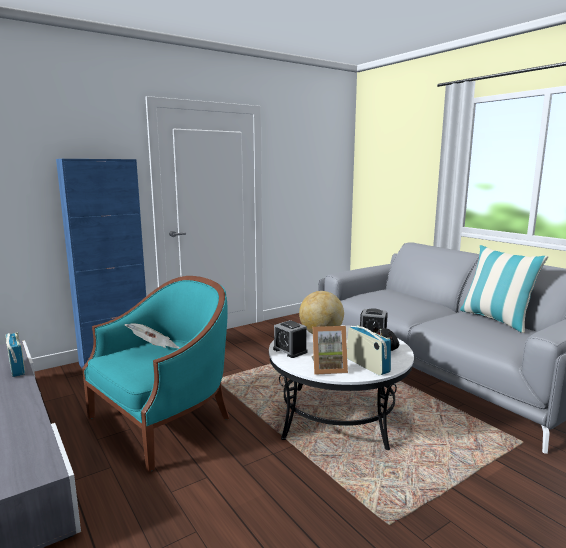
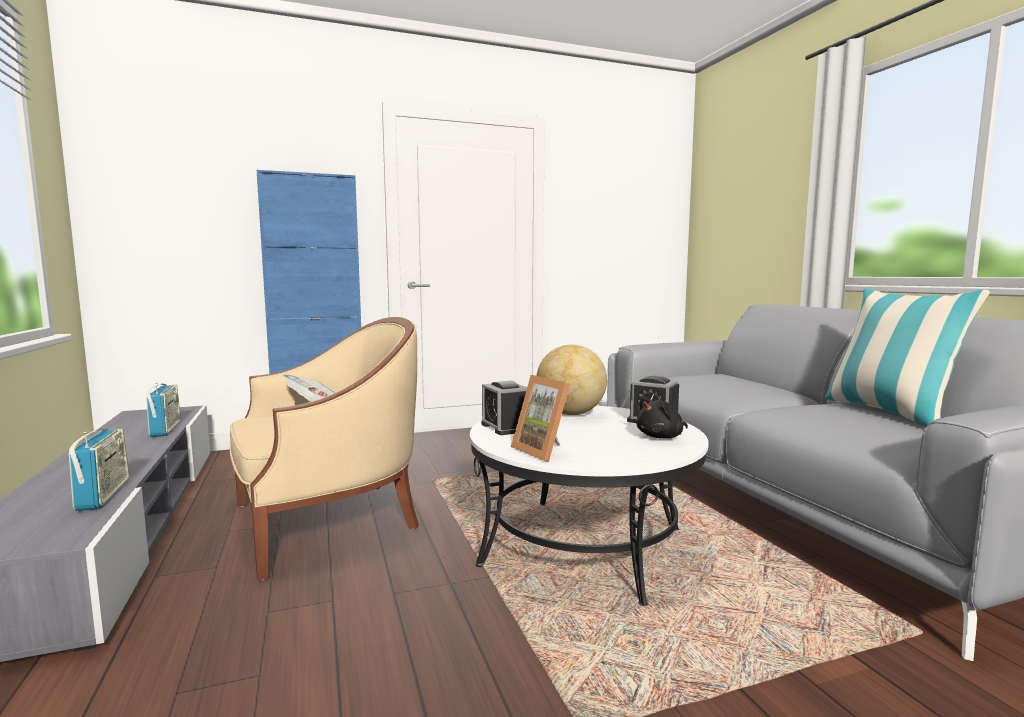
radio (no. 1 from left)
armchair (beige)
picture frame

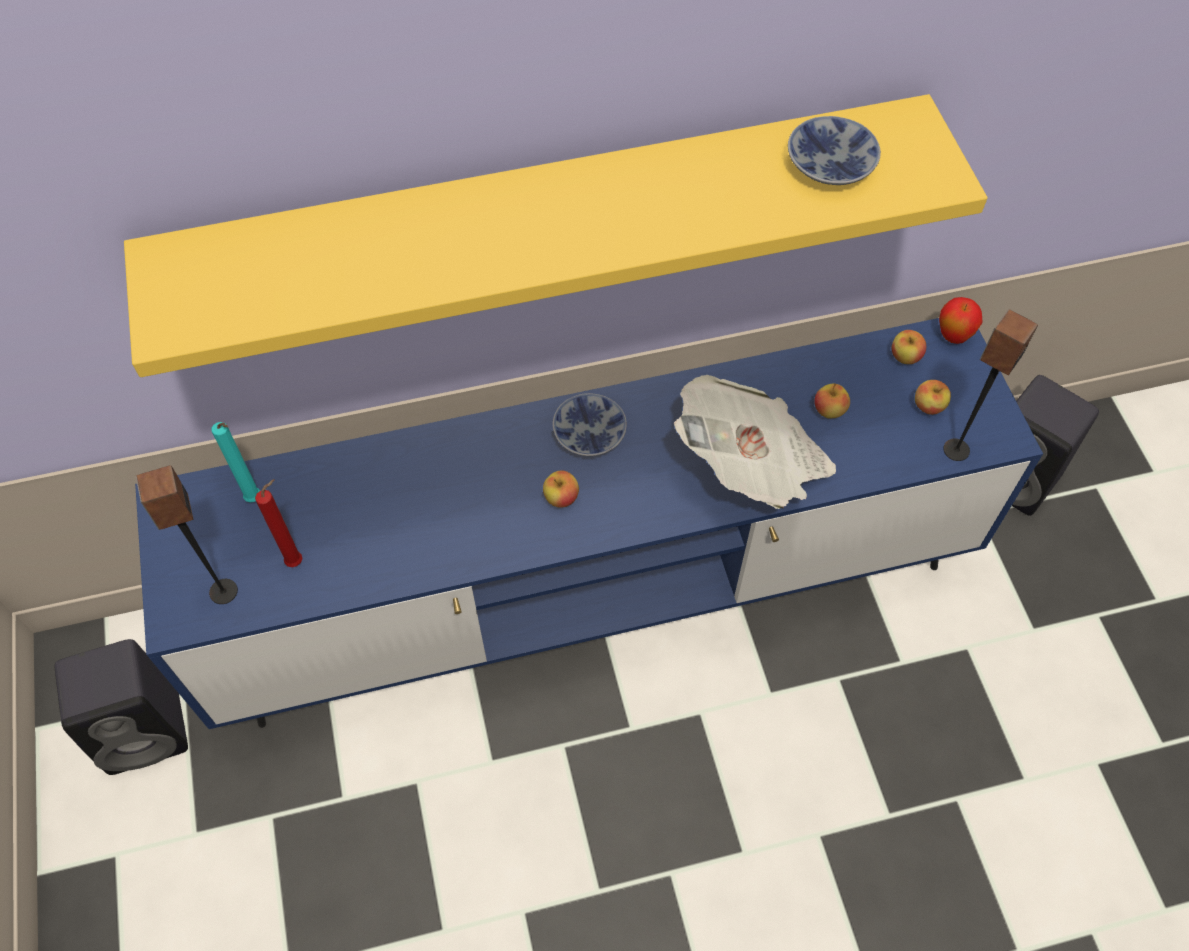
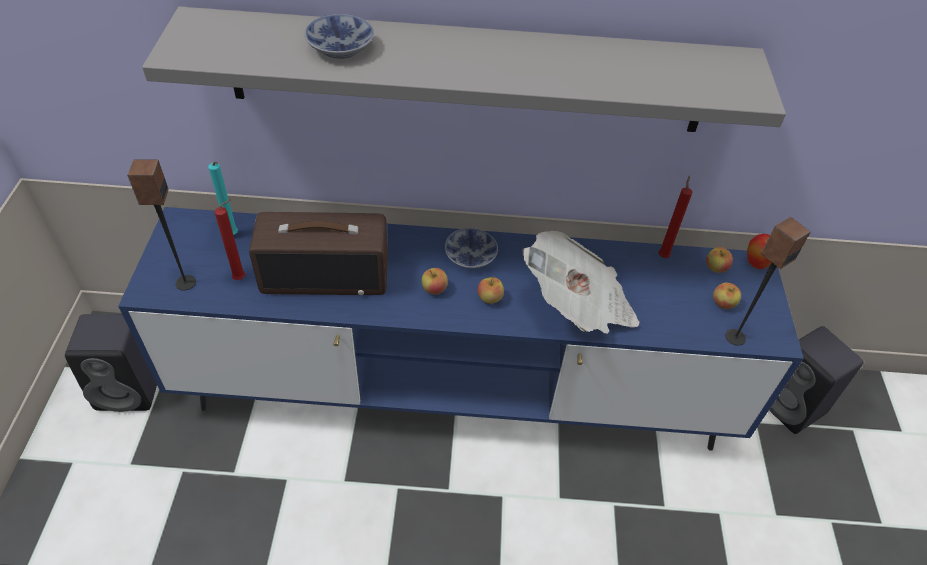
shelf (grey)
radio
bowl (no. 1 from left)
apple (no. 2 from left)
candle (red) (no. 2 from left)

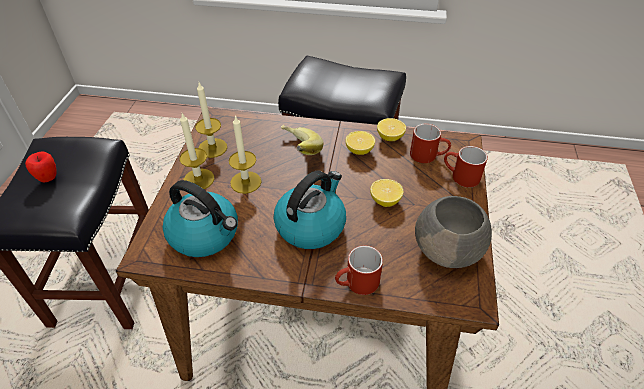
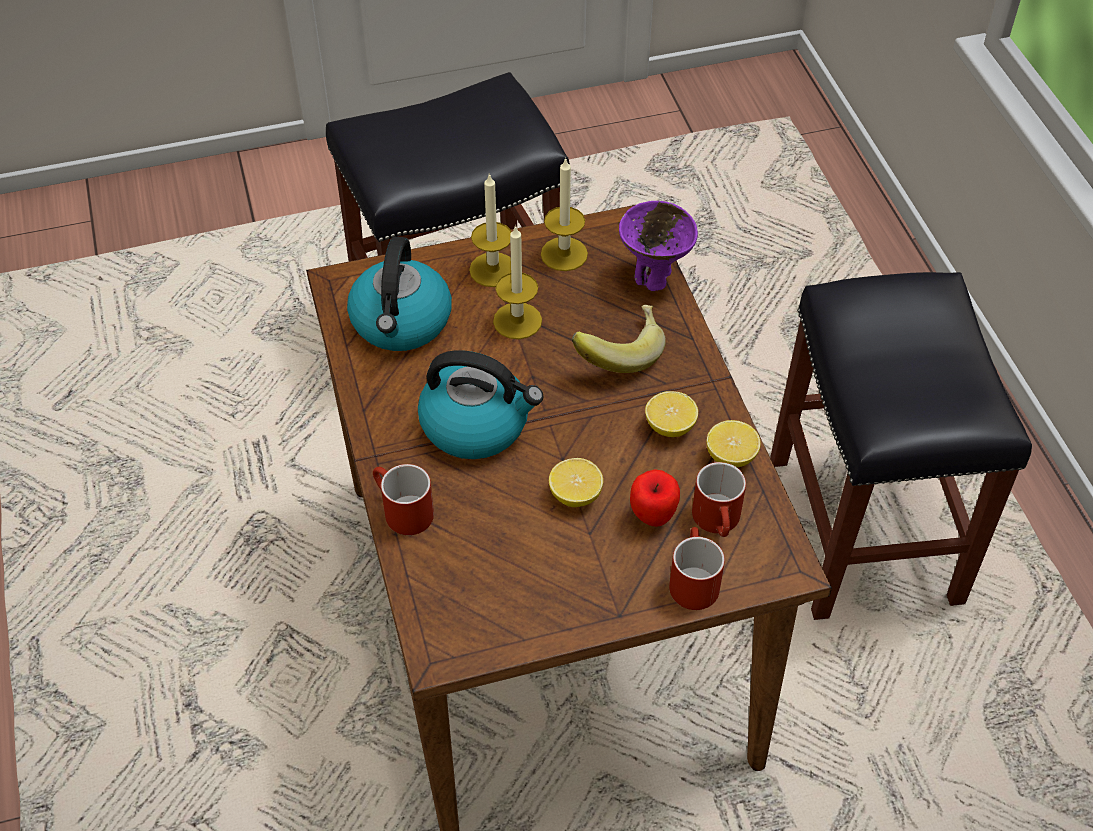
bowl (purple)
apple
bowl (grey)

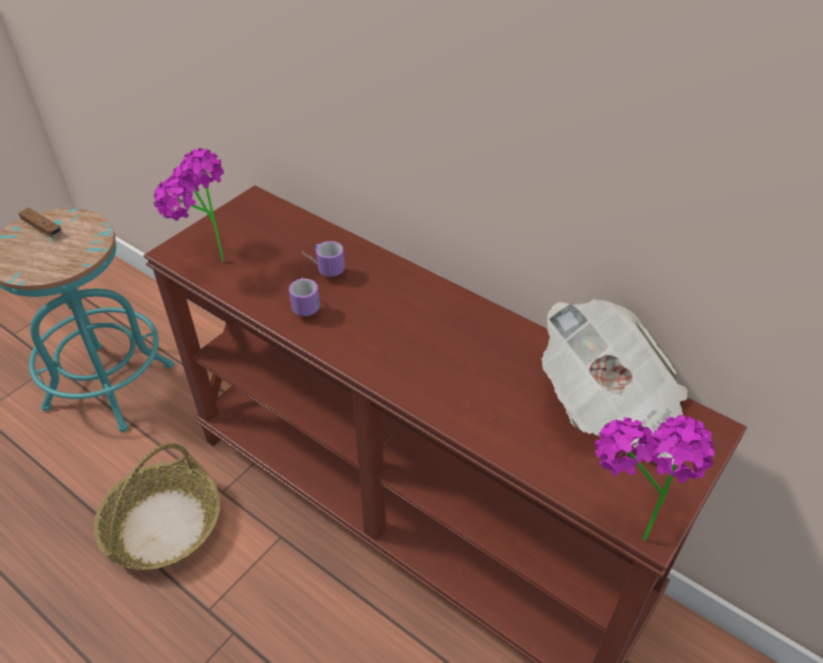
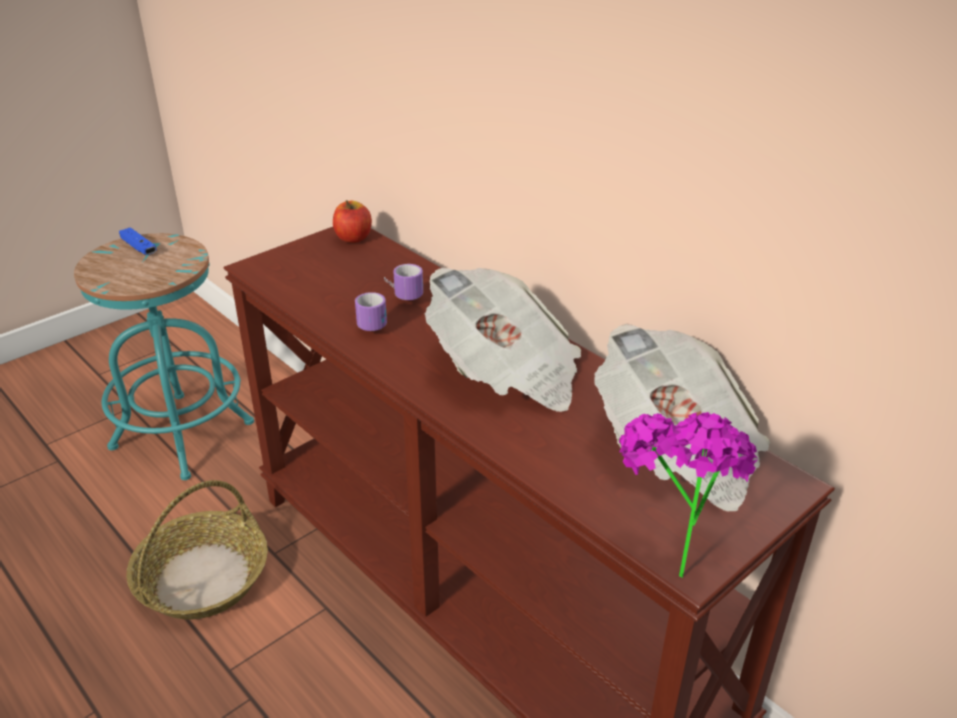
game controller (blue)
apple
newspaper (no. 1 from left)
potted plant (no. 1 from left in the first image)

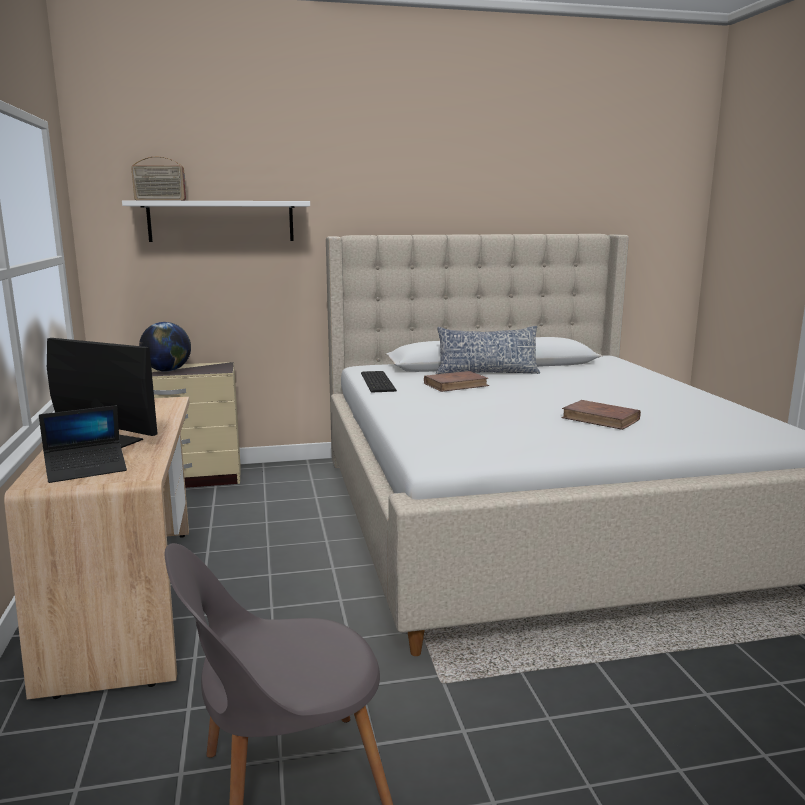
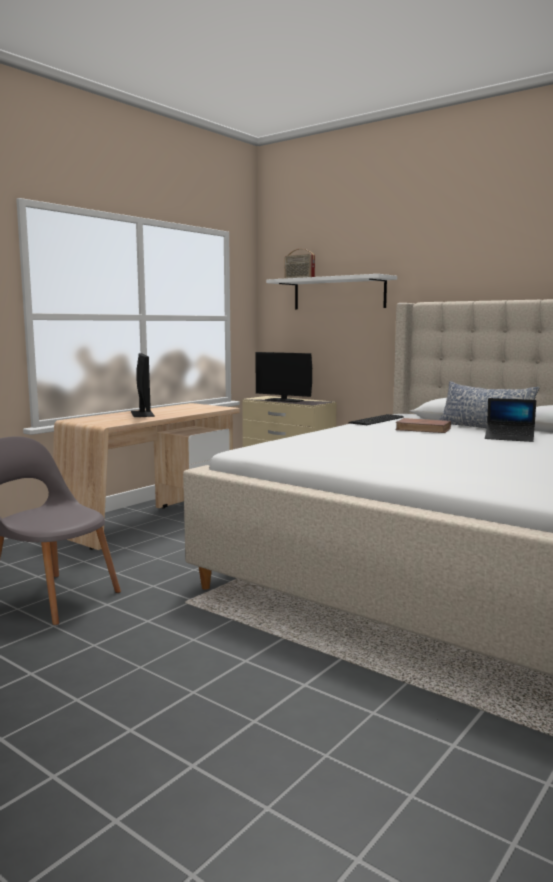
monitor (no. 2 from left)
laptop
book (brown) (no. 2 from left in the first image)

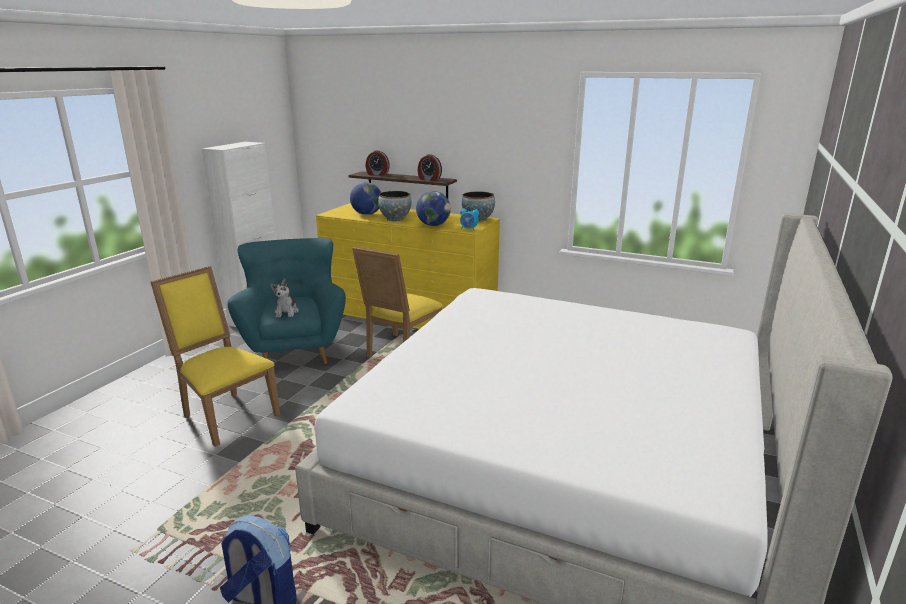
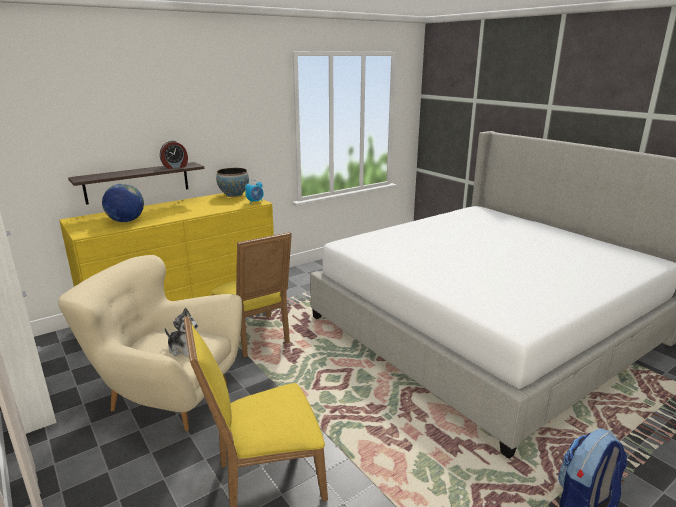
armchair (beige)
alarm clock (no. 1 from left in the first image)
bowl (no. 1 from left in the first image)
globe (no. 2 from left in the first image)

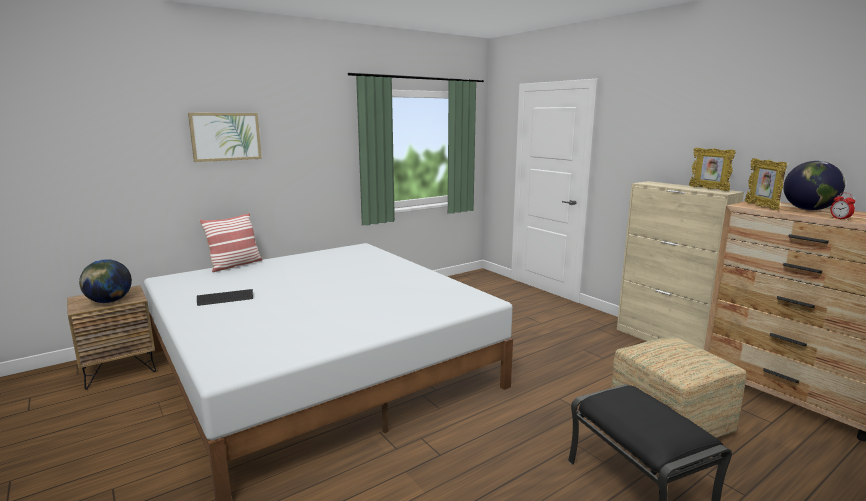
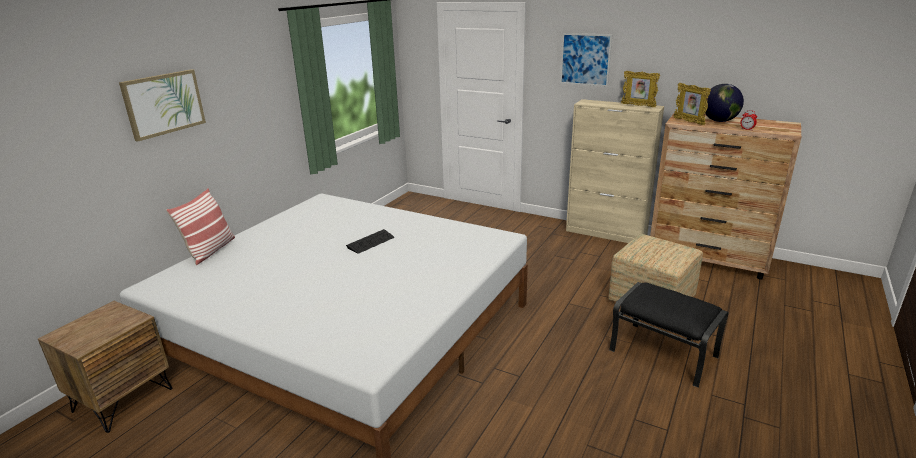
keyboard
picture (no. 2 from left)
globe (no. 1 from left in the first image)

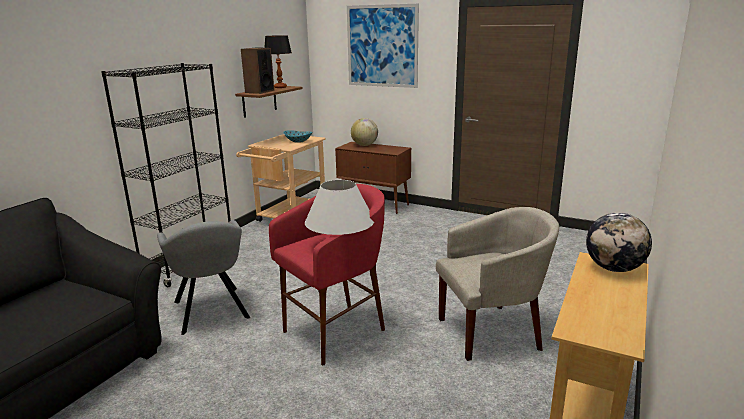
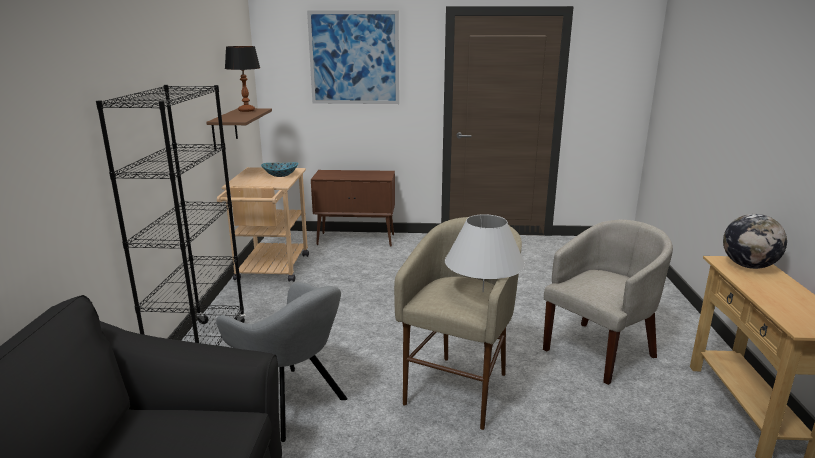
stool (beige)
speaker
globe (no. 1 from left in the first image)

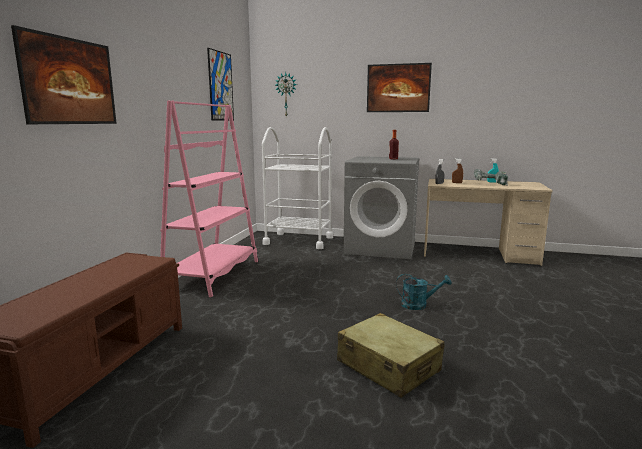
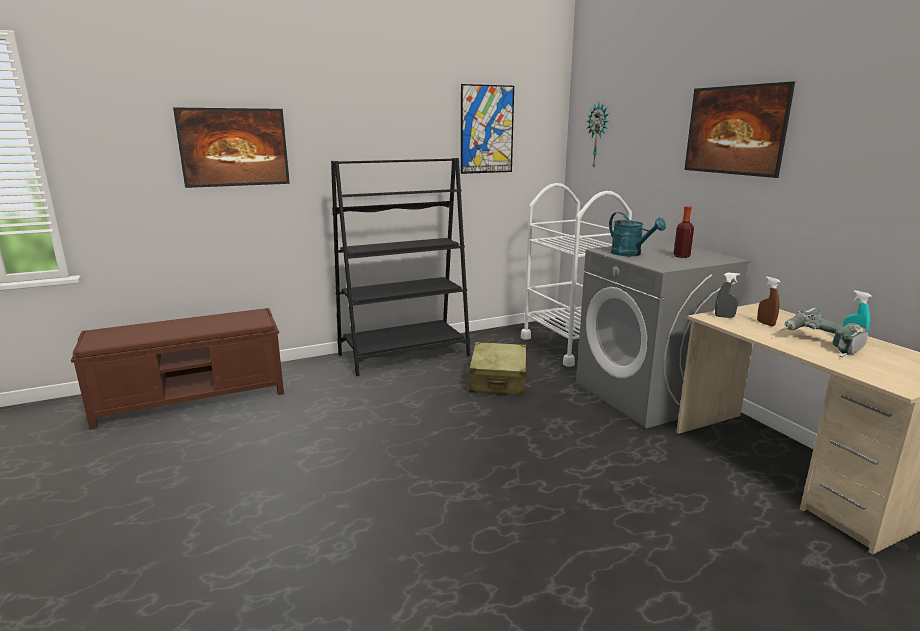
bookcase (black)
suitcase (beige)
watering can (turquoise)

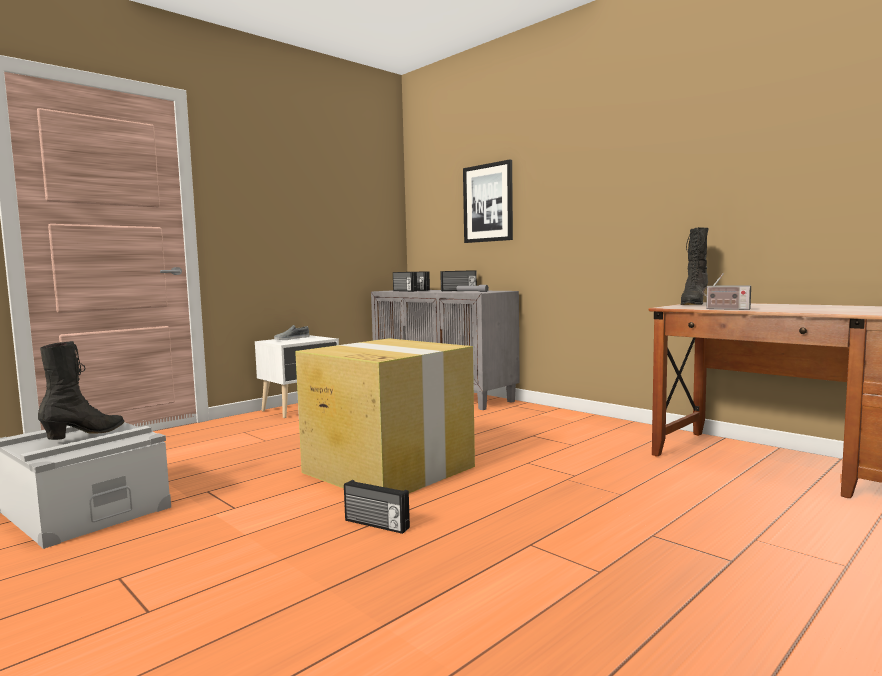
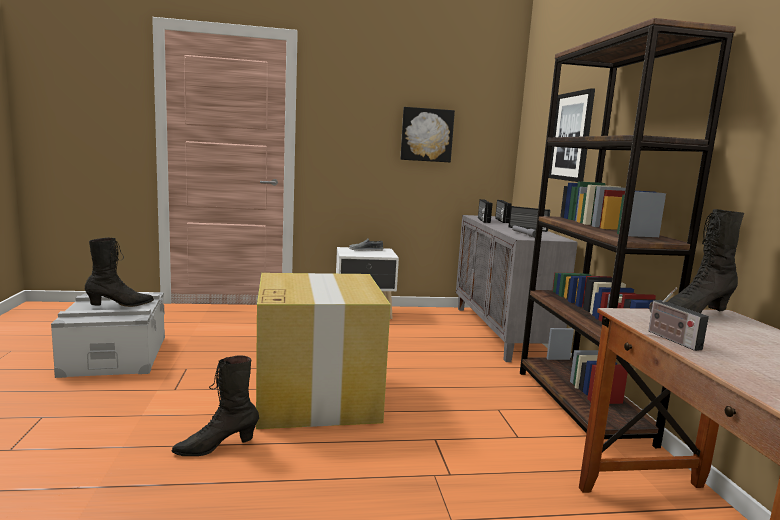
boot (black) (no. 2 from left)
picture (no. 1 from left)
bookcase (brown)

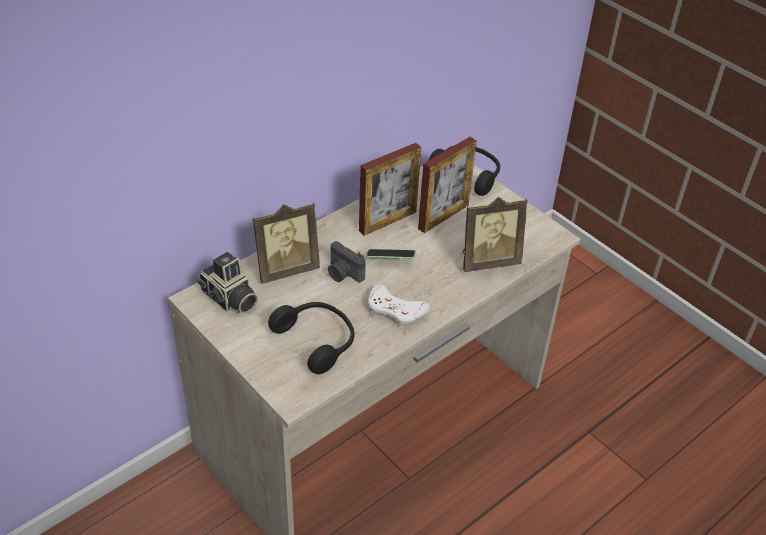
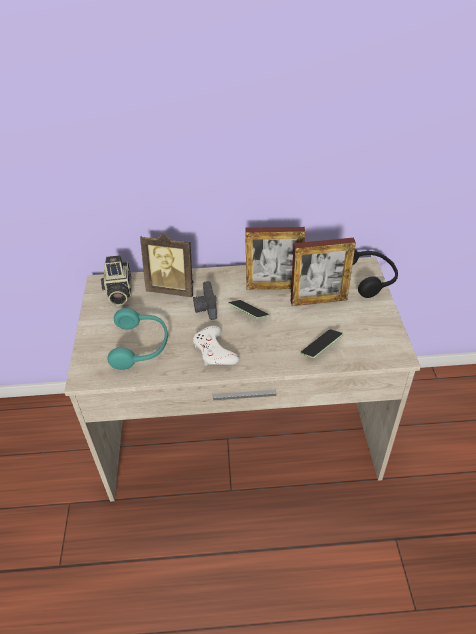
headphones (turquoise)
phone (no. 2 from left)

